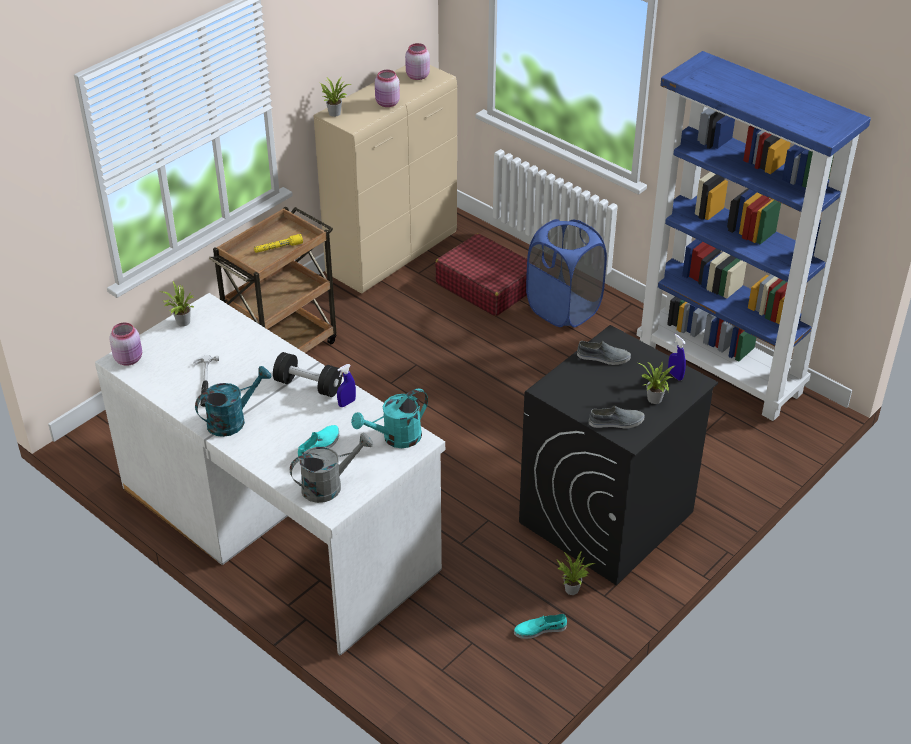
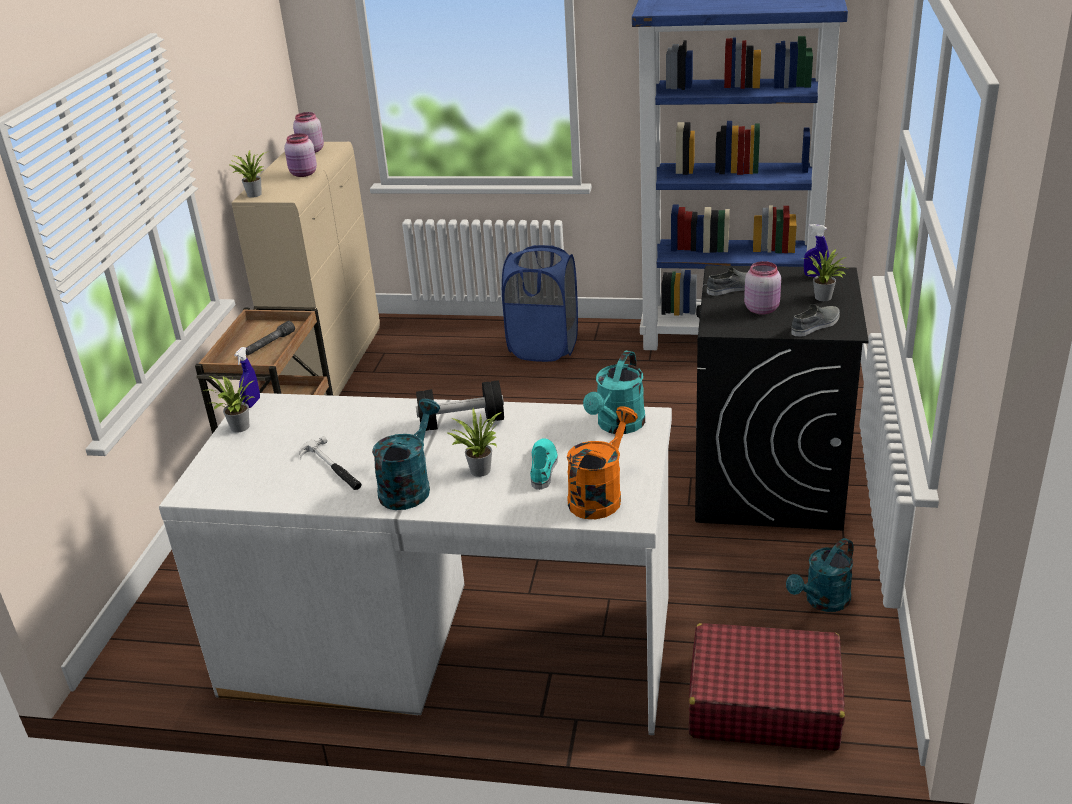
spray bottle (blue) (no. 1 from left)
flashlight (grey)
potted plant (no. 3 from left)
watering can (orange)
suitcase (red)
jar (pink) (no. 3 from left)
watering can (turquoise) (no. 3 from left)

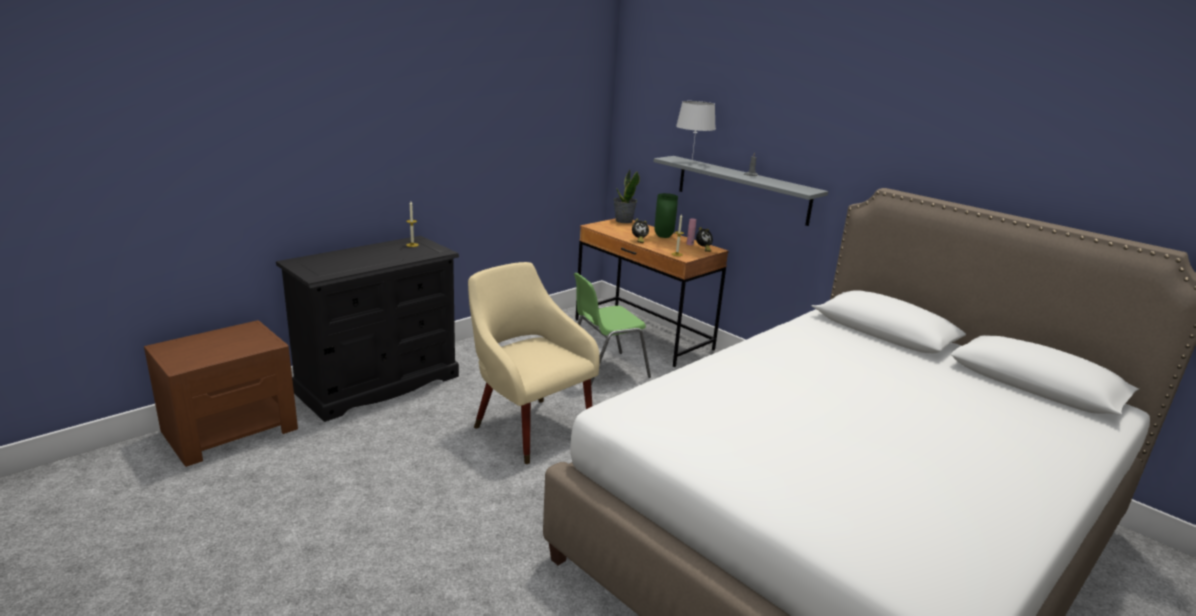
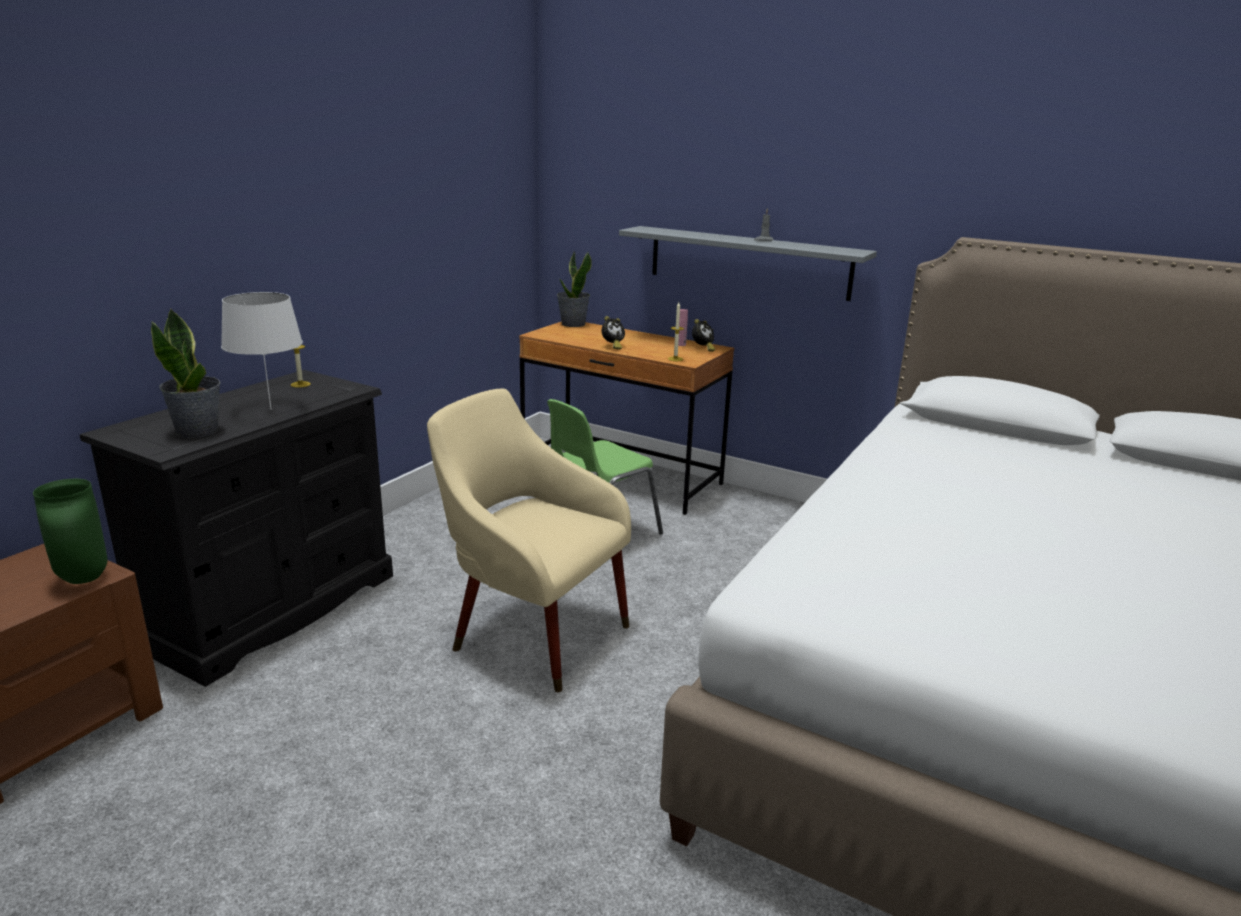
vase (green)
potted plant (no. 1 from left)
table lamp (white)

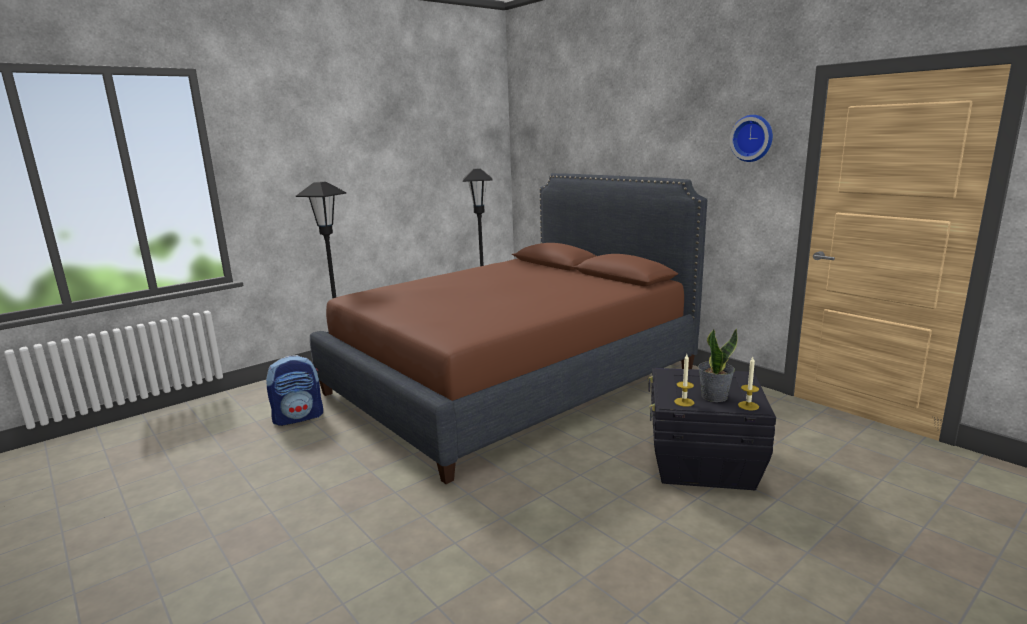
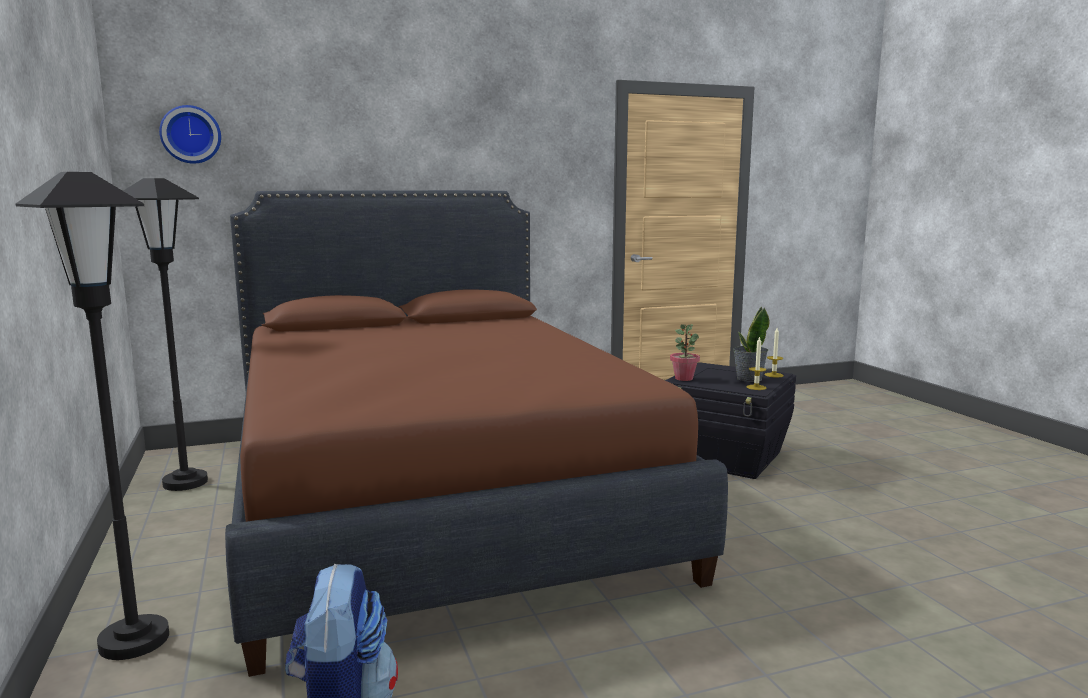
wall clock
potted plant (no. 1 from left)

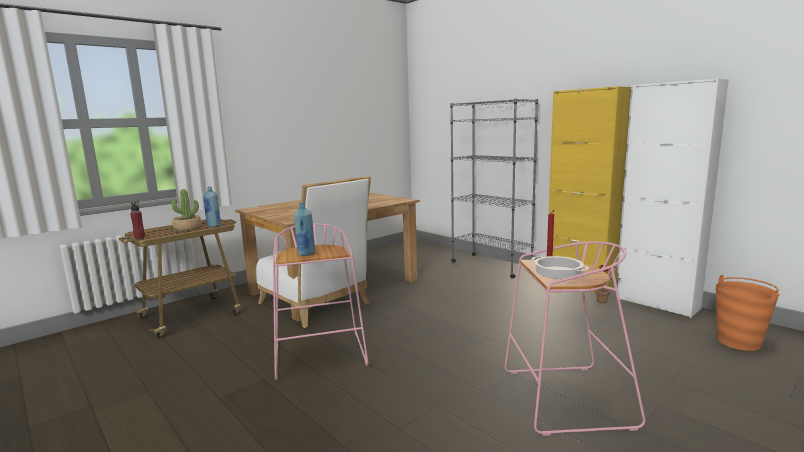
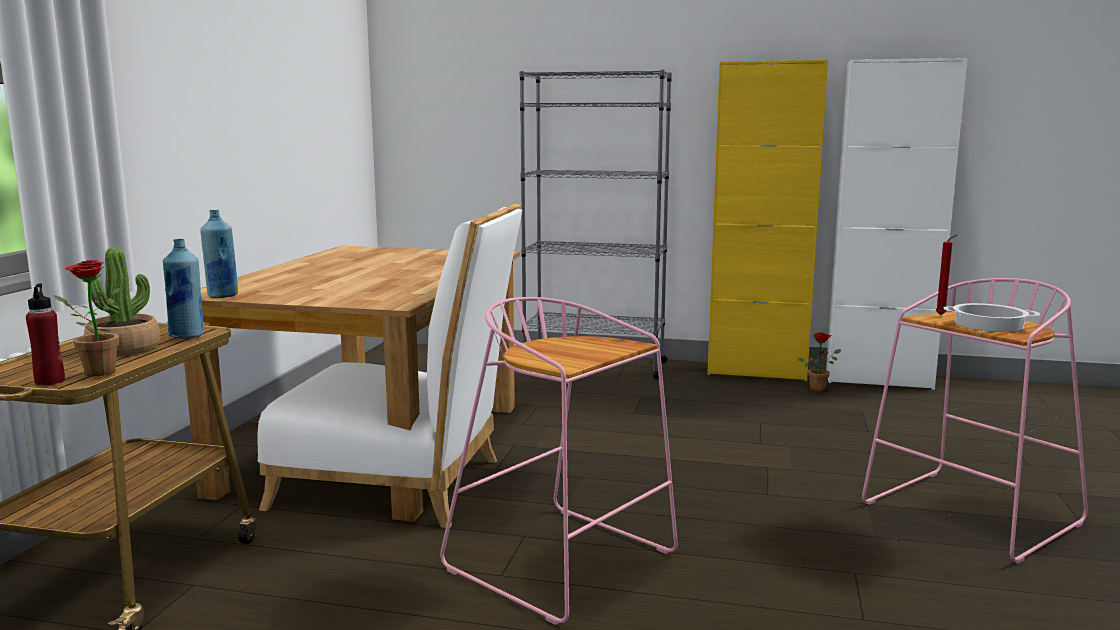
potted plant (no. 1 from left)
bottle (blue) (no. 2 from left)
bucket (orange)

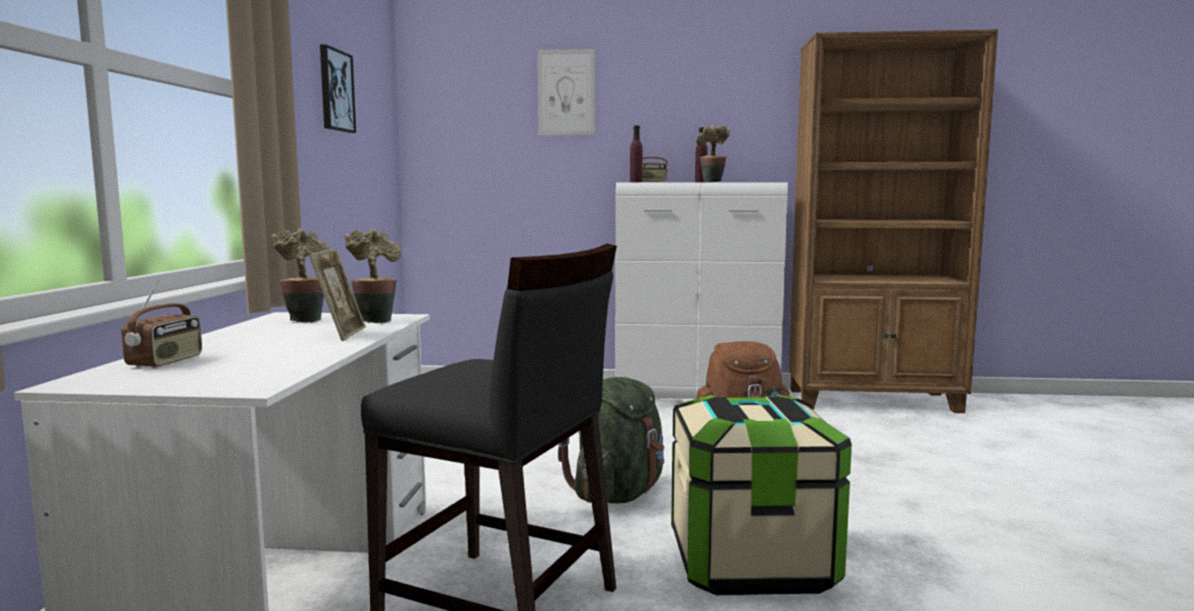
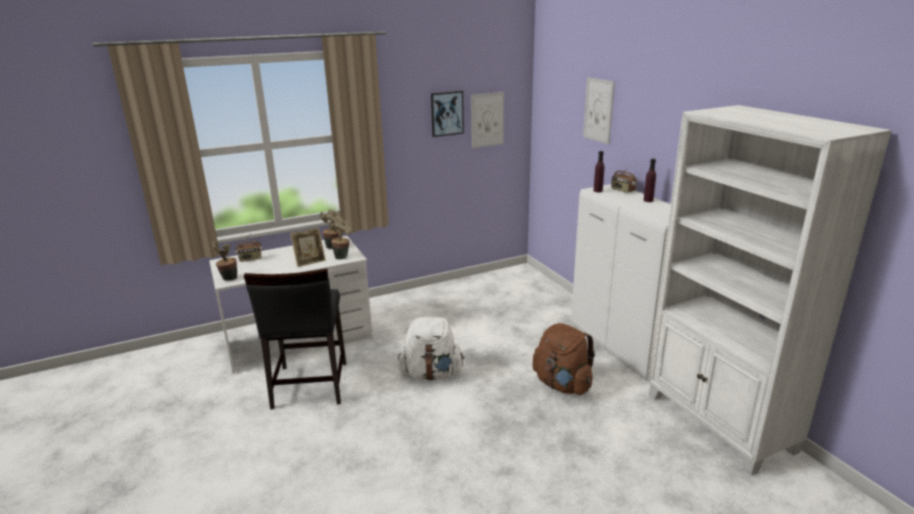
potted plant (no. 1 from left)
backpack (white)
picture (no. 2 from left)
bookcase (white)
storage box

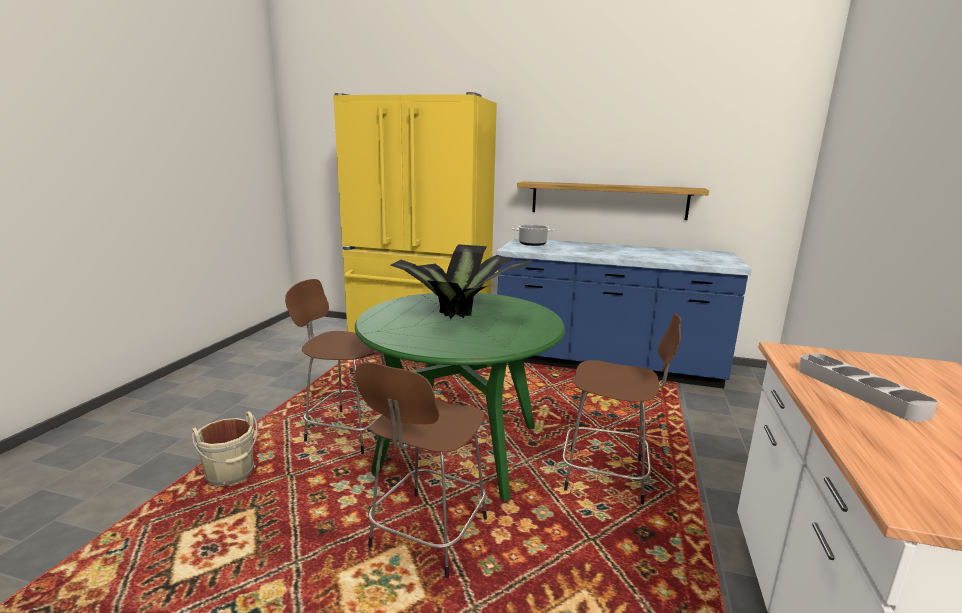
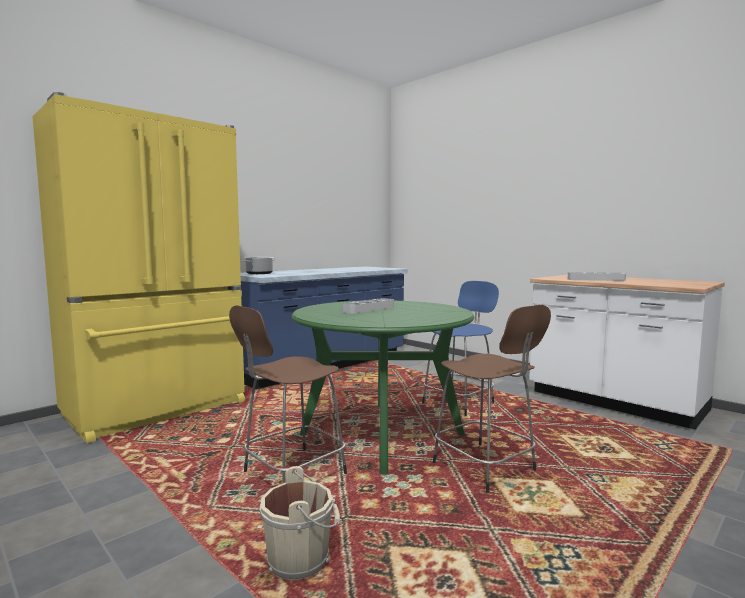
tray (grey) (no. 1 from left)
stool (blue)
shelf

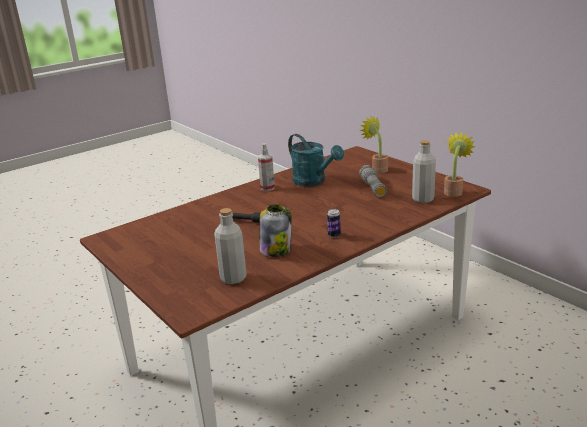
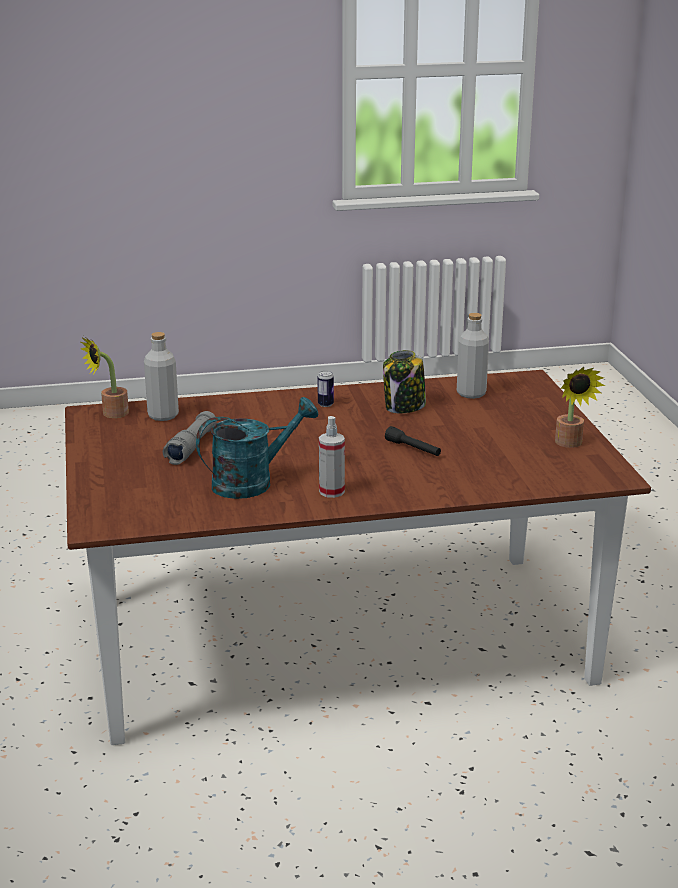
watering can (turquoise)
potted plant (no. 2 from left)

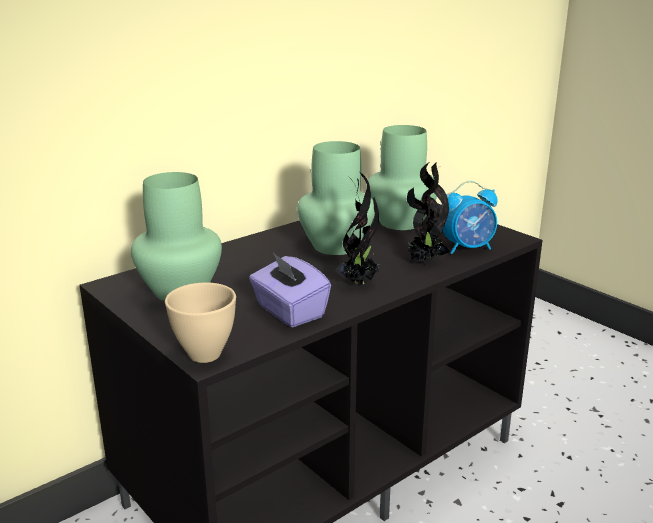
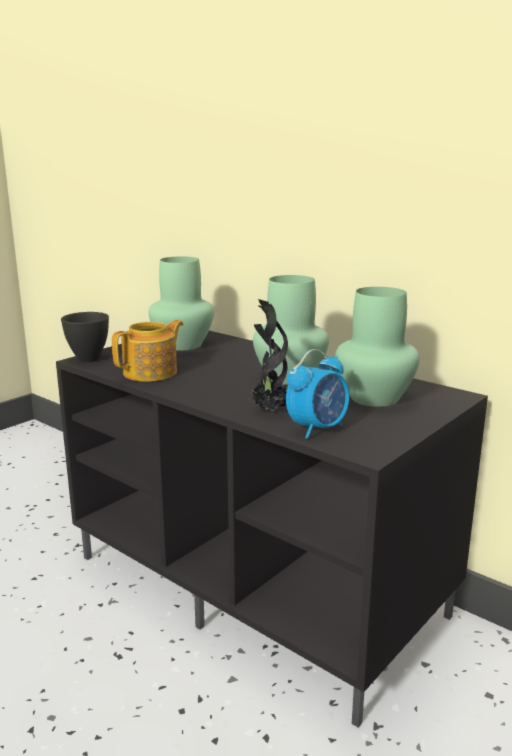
bowl (black)
teapot
alarm clock
potted plant (no. 1 from left in the first image)

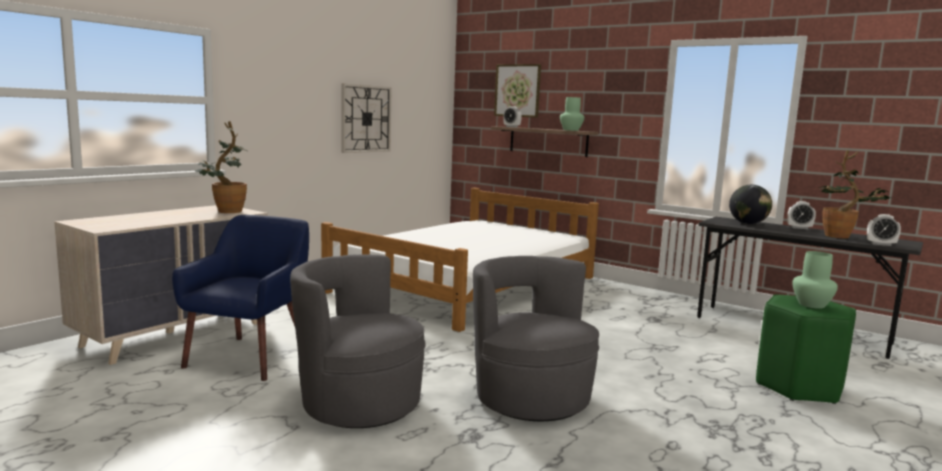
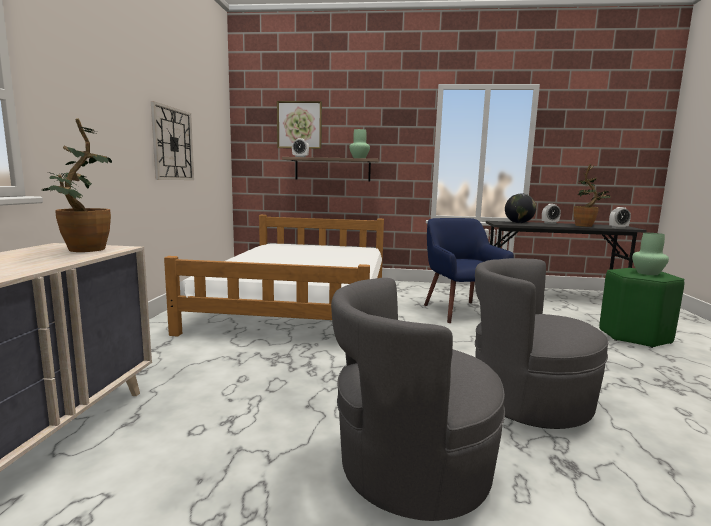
armchair (blue)

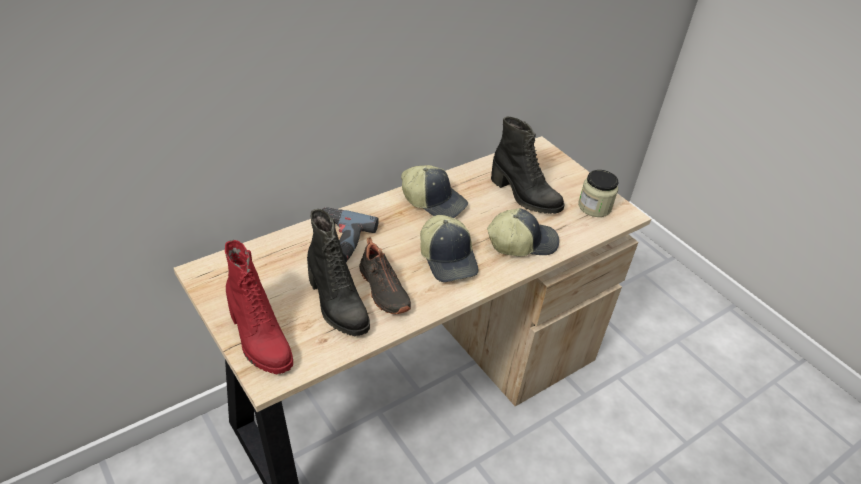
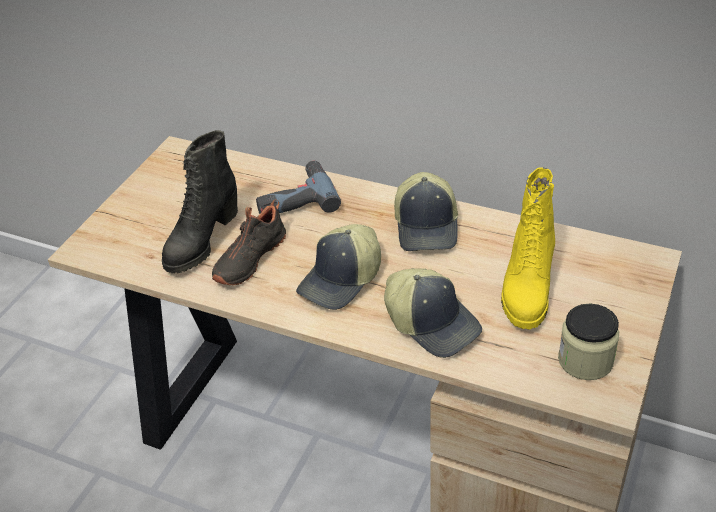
boot (yellow)
boot (red)

